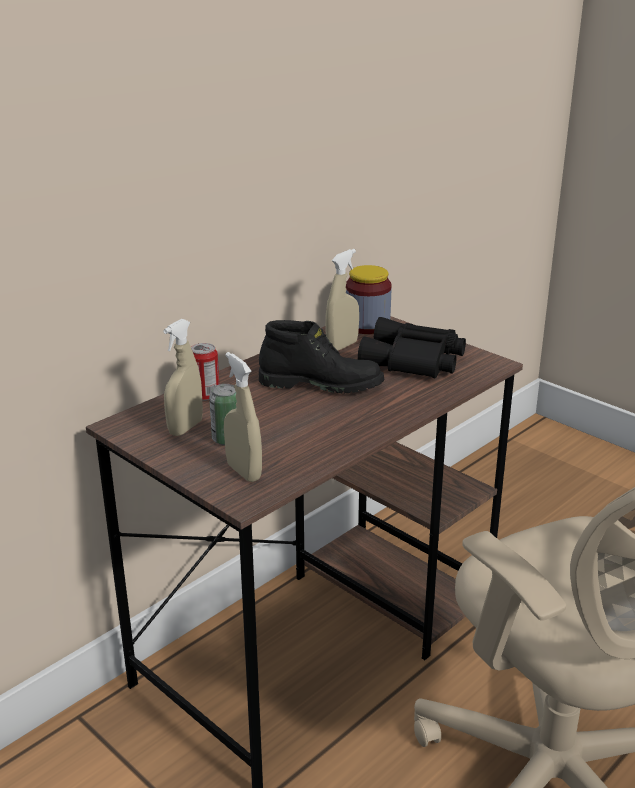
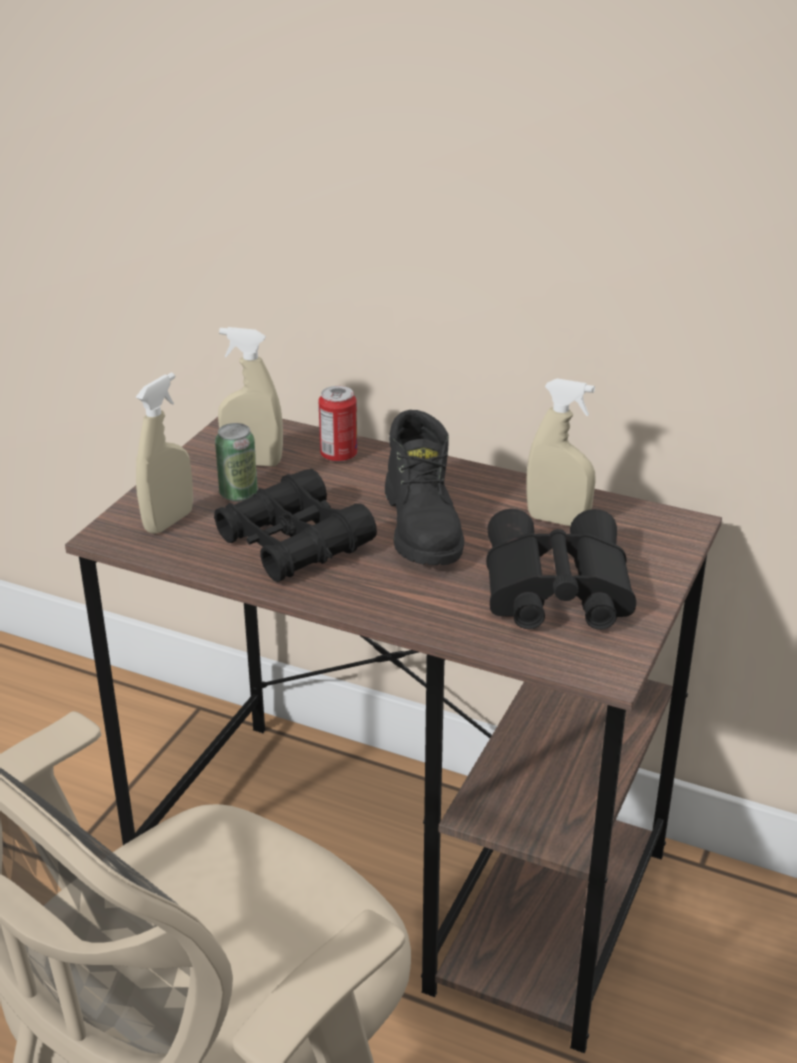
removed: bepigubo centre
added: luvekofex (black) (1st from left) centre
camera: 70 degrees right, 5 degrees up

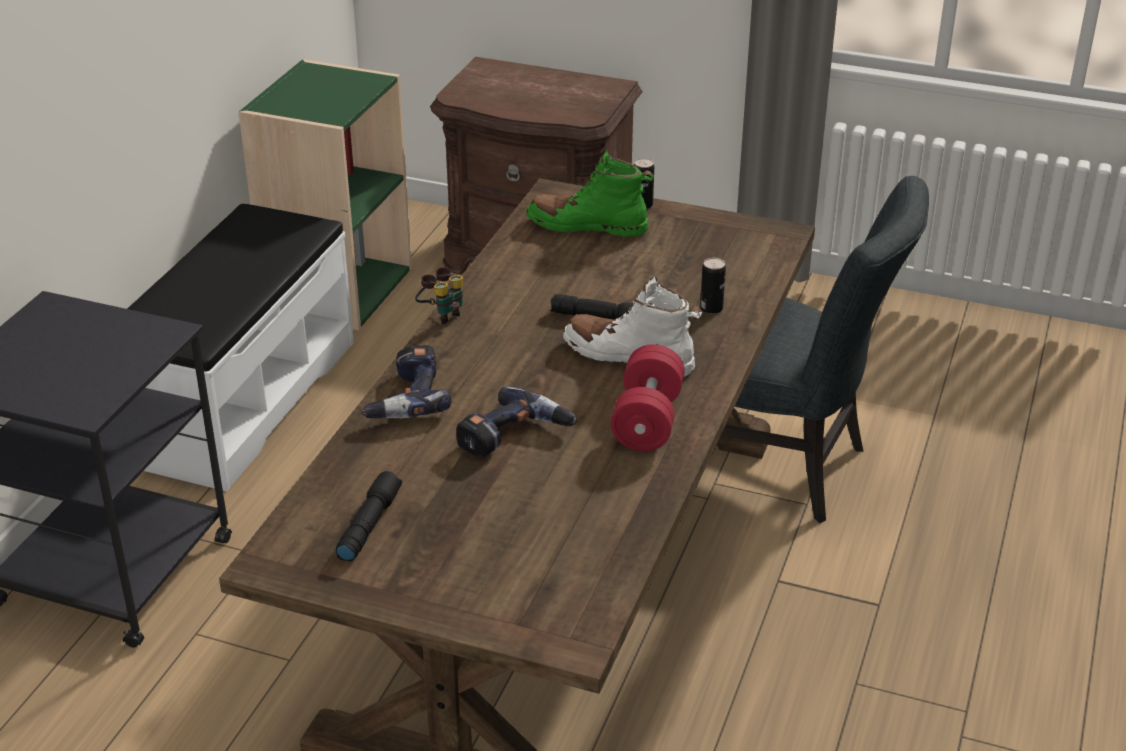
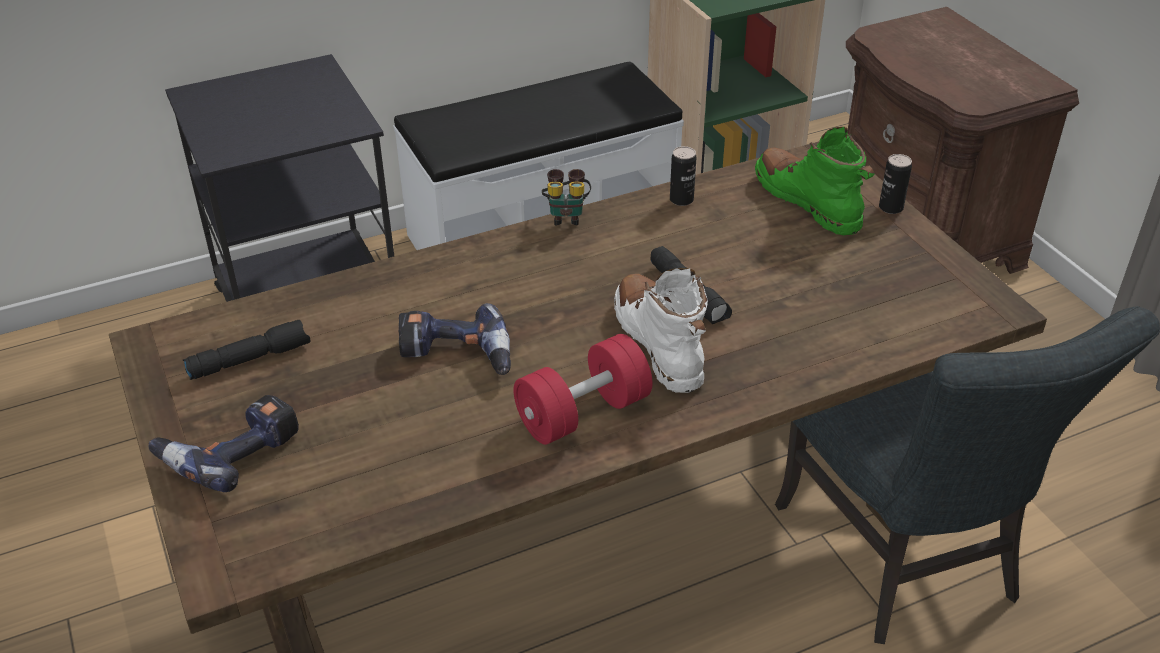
moved: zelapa (2nd from left in the first image) centre to zelapa (1st from left) top centre; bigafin (1st from left) centre to bottom left
camera: 45 degrees right, 5 degrees up

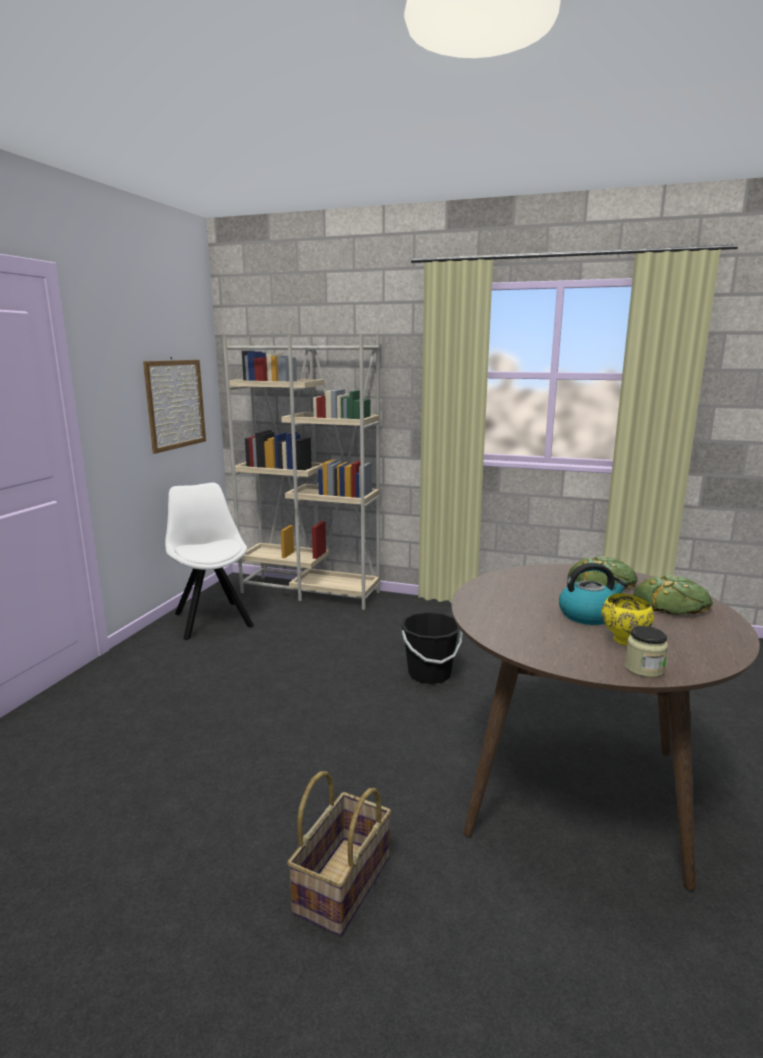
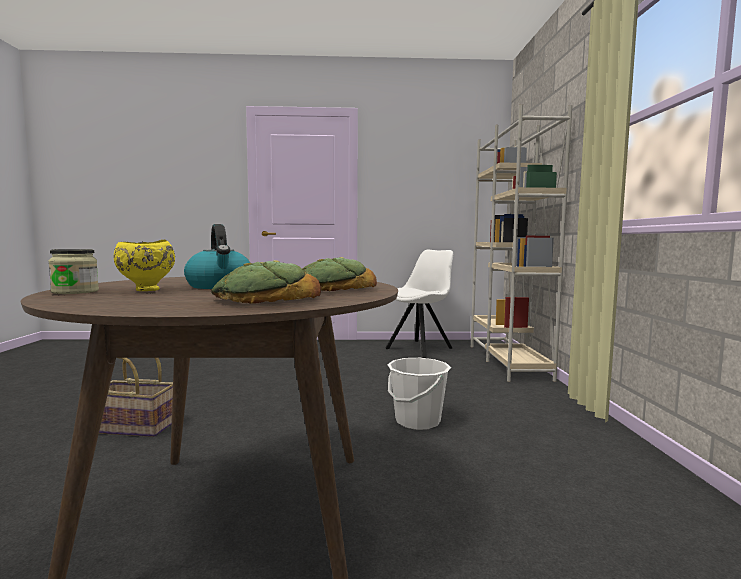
removed: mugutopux middle left
recoloured: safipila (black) centre to safipila (white) bottom centre
camera: 70 degrees right, 10 degrees down

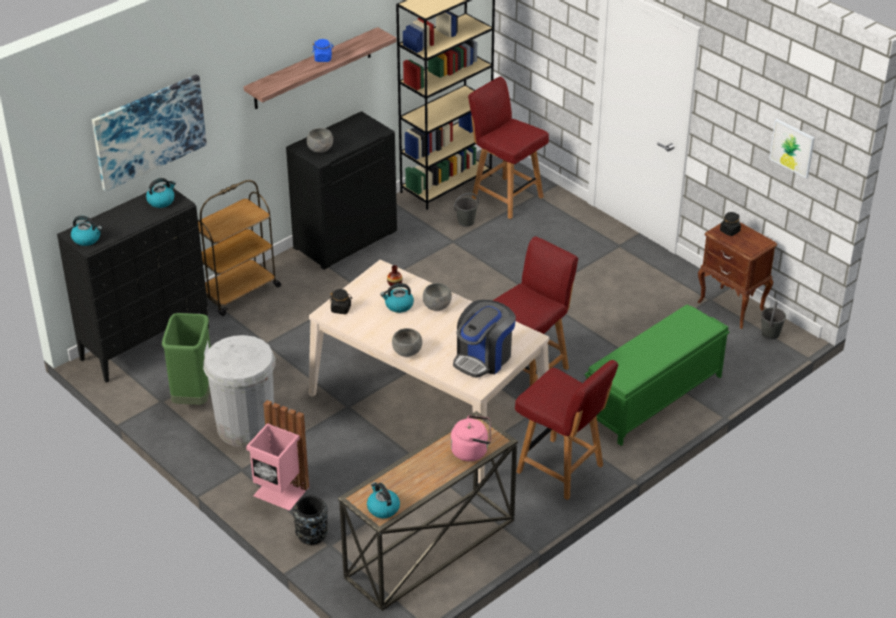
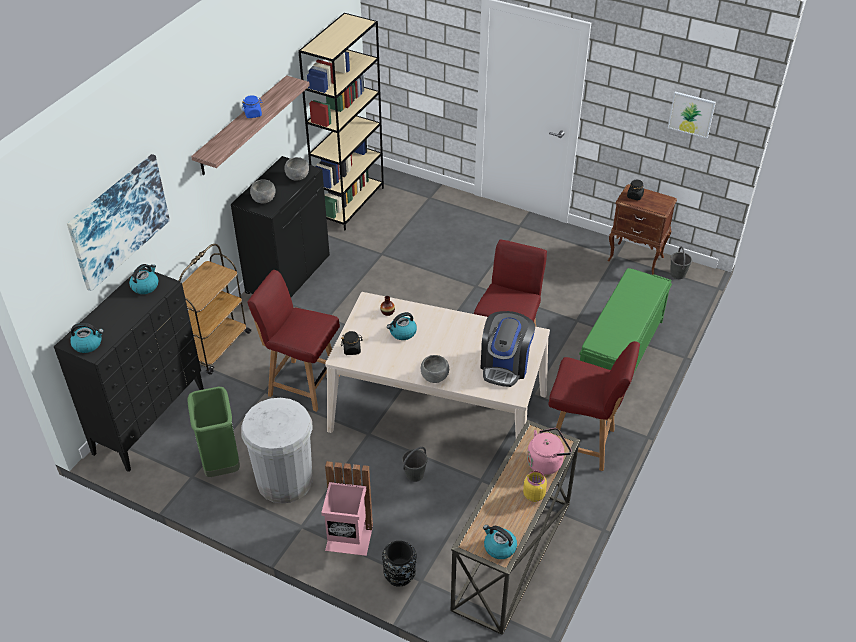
added: bepigubo (yellow) bottom centre
moved: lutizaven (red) (1st from left) top centre to centre; safipila (grey) (1st from left) centre to bottom centre; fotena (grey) (3rd from left in the first image) centre to fotena (grey) (2nd from left) top centre
camera: 20 degrees left, 5 degrees up

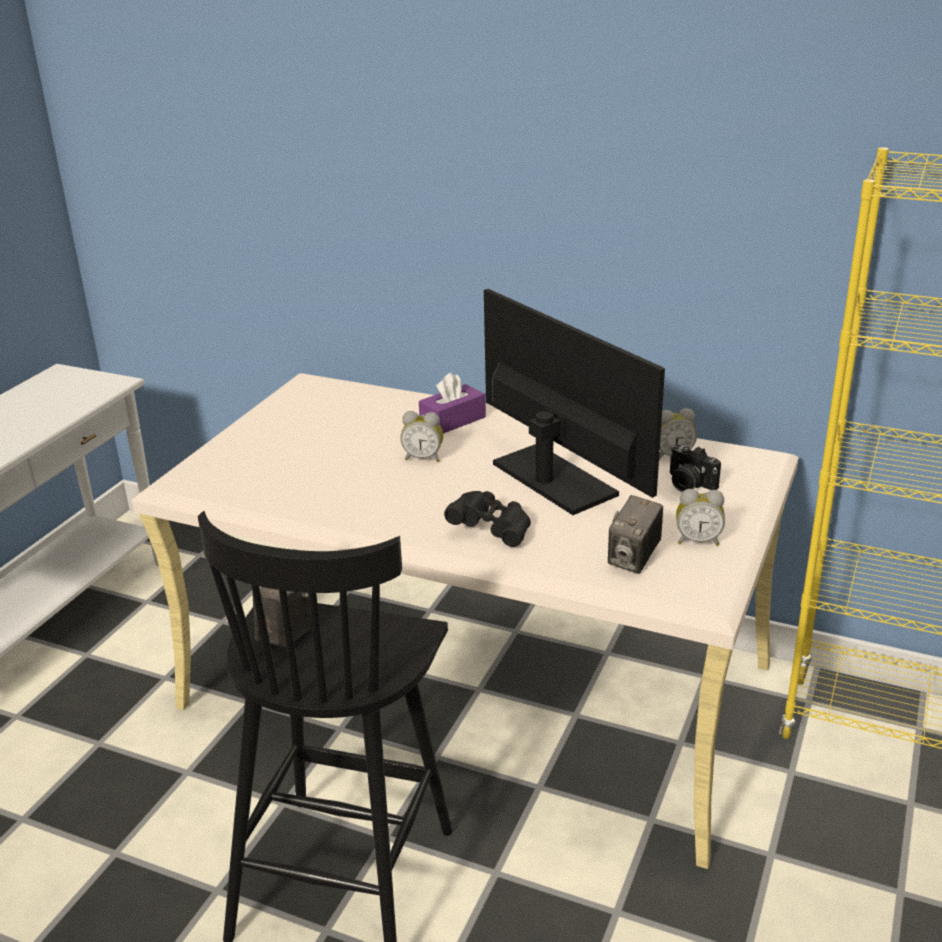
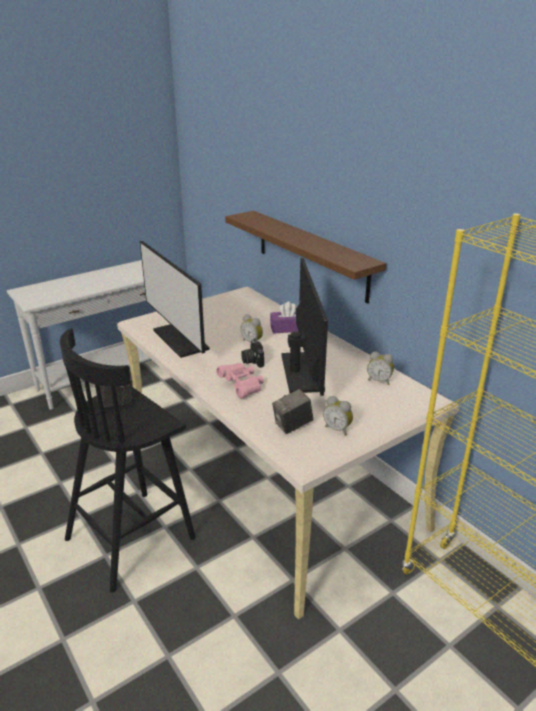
added: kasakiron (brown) centre; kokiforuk (1st from left) middle left
moved: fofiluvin (3rd from left in the first image) middle right to fofiluvin (2nd from left) centre
recoloured: luvekofex (black) centre to luvekofex (pink) centre
camera: 30 degrees right, 0 degrees up

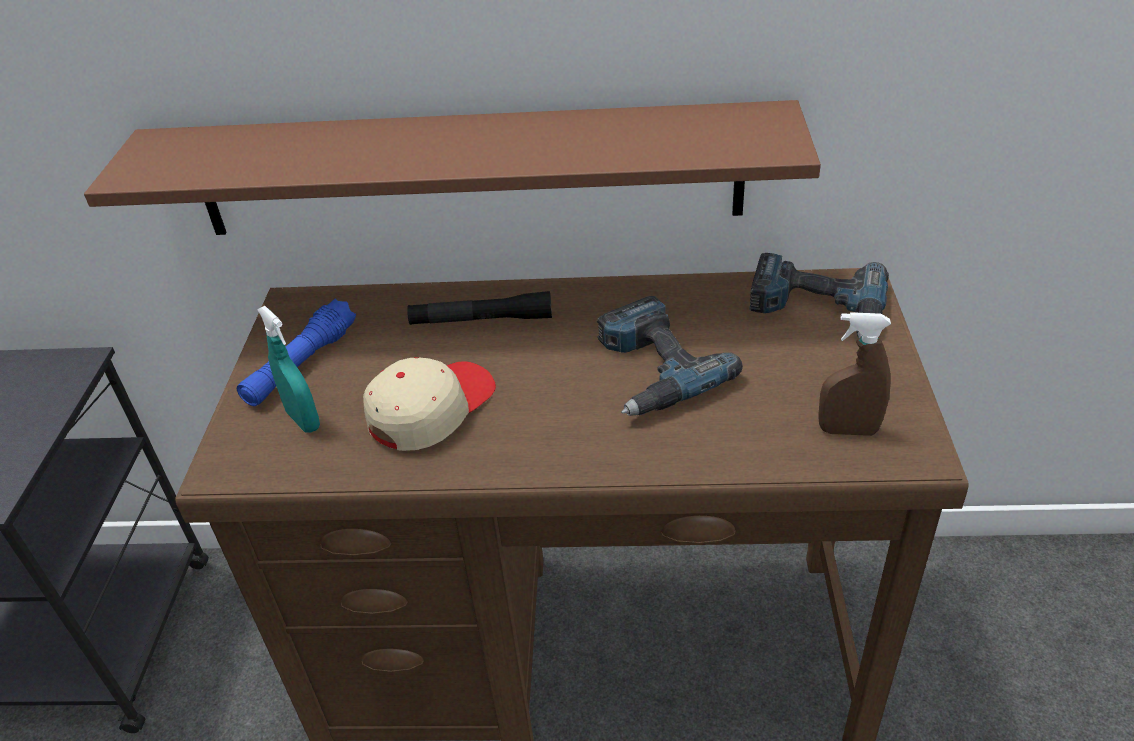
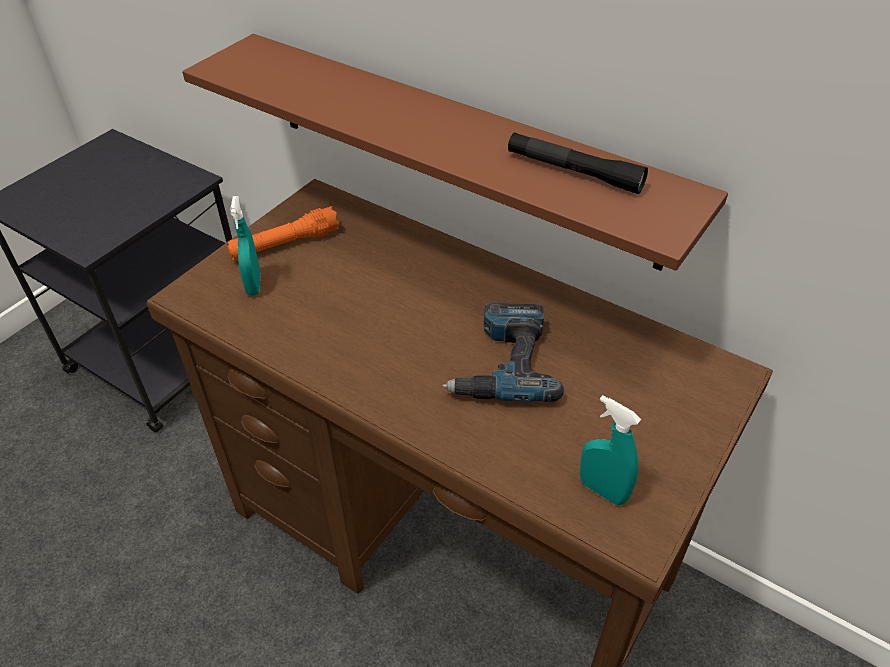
removed: bigafin (2nd from left) middle right; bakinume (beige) centre
moved: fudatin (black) centre to top centre
recoloured: fudatin (blue) middle left to fudatin (orange) middle left; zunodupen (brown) middle right to zunodupen (turquoise) (2nd from left) bottom right
camera: 30 degrees right, 5 degrees up

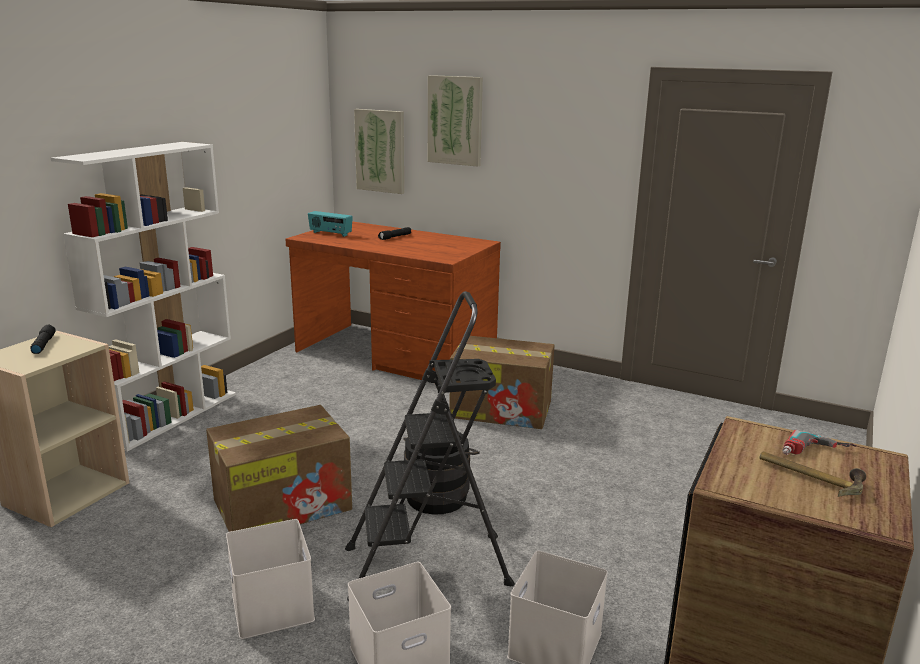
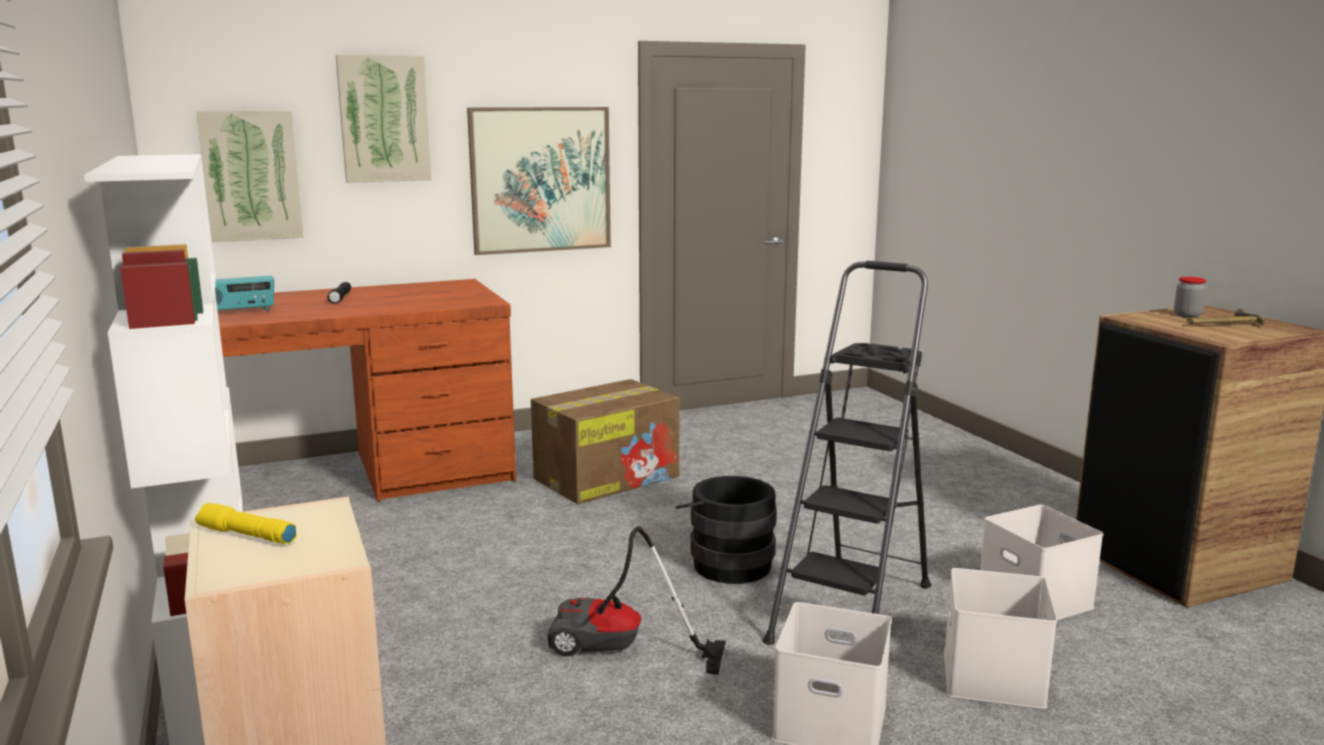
added: mugutopux (3rd from left) top centre
replaced: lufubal (1st from left) bottom left to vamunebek bottom centre; bigafin middle right to bepigubo middle right
recoloured: fudatin (black) (1st from left) middle left to fudatin (yellow) bottom left
camera: 50 degrees left, 5 degrees down

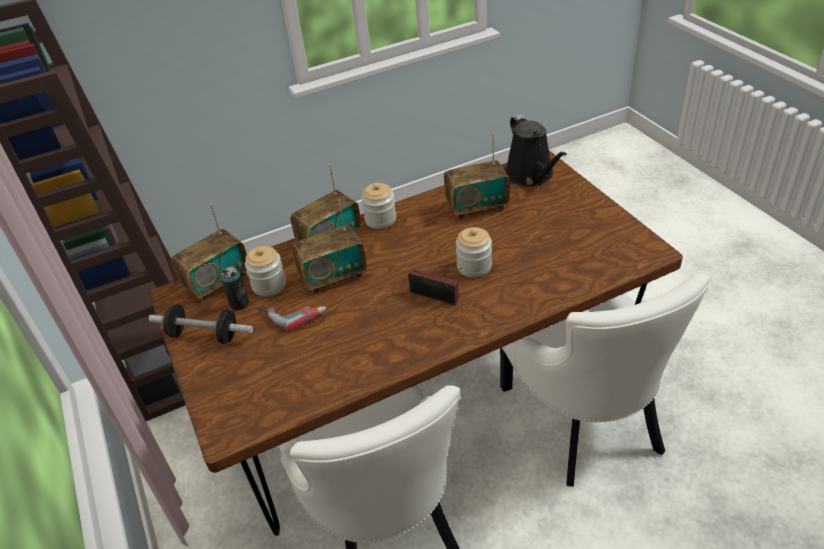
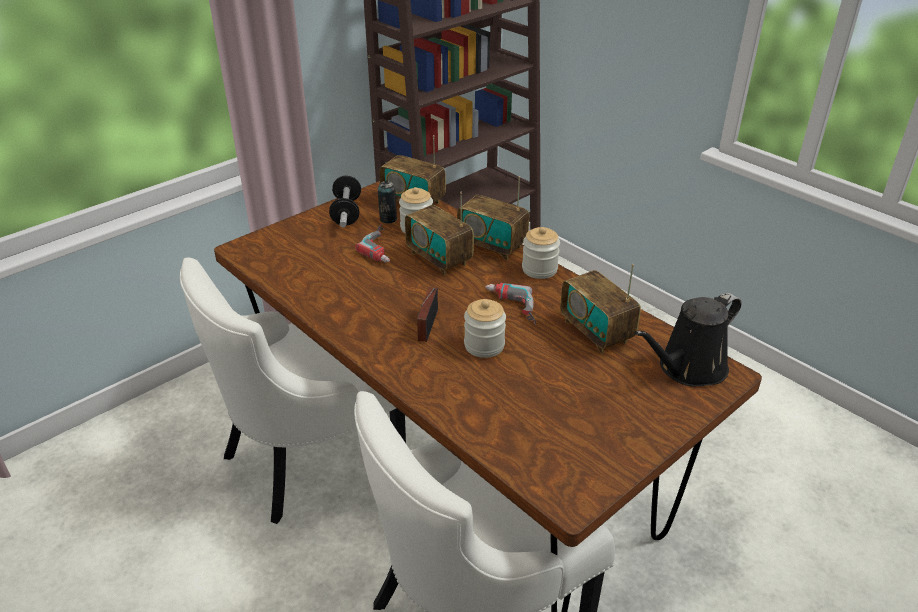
added: bigafin (2nd from left) centre
camera: 70 degrees right, 5 degrees down

